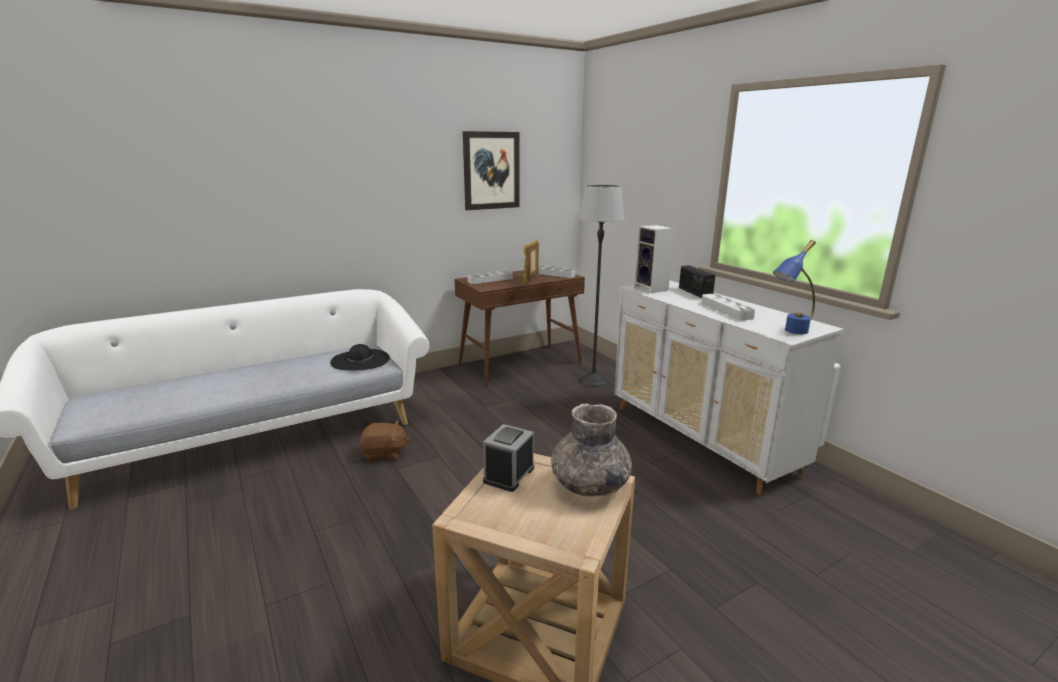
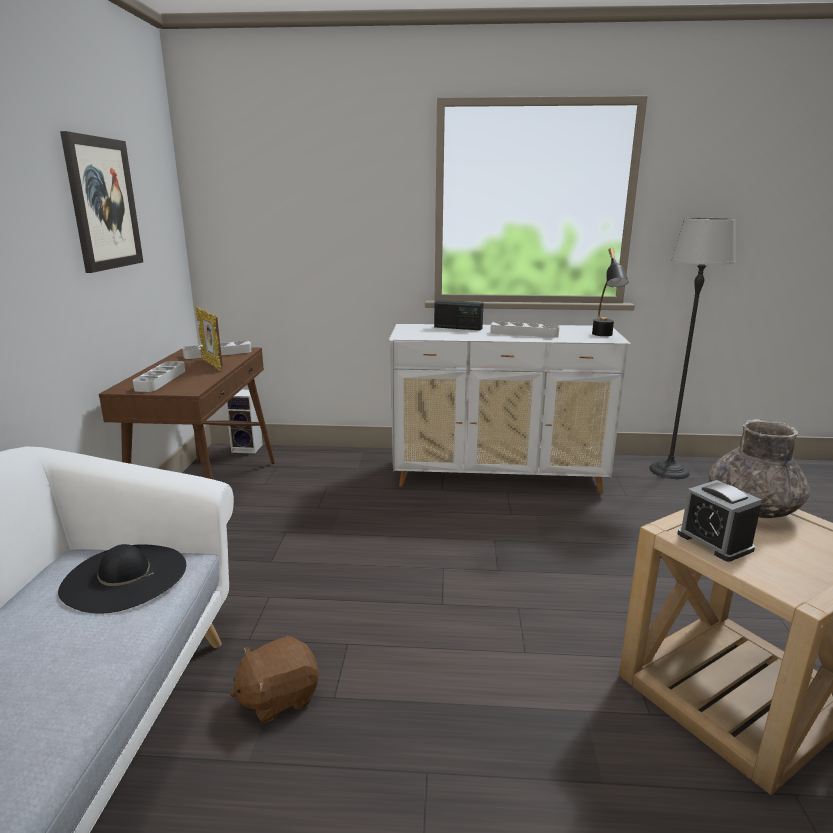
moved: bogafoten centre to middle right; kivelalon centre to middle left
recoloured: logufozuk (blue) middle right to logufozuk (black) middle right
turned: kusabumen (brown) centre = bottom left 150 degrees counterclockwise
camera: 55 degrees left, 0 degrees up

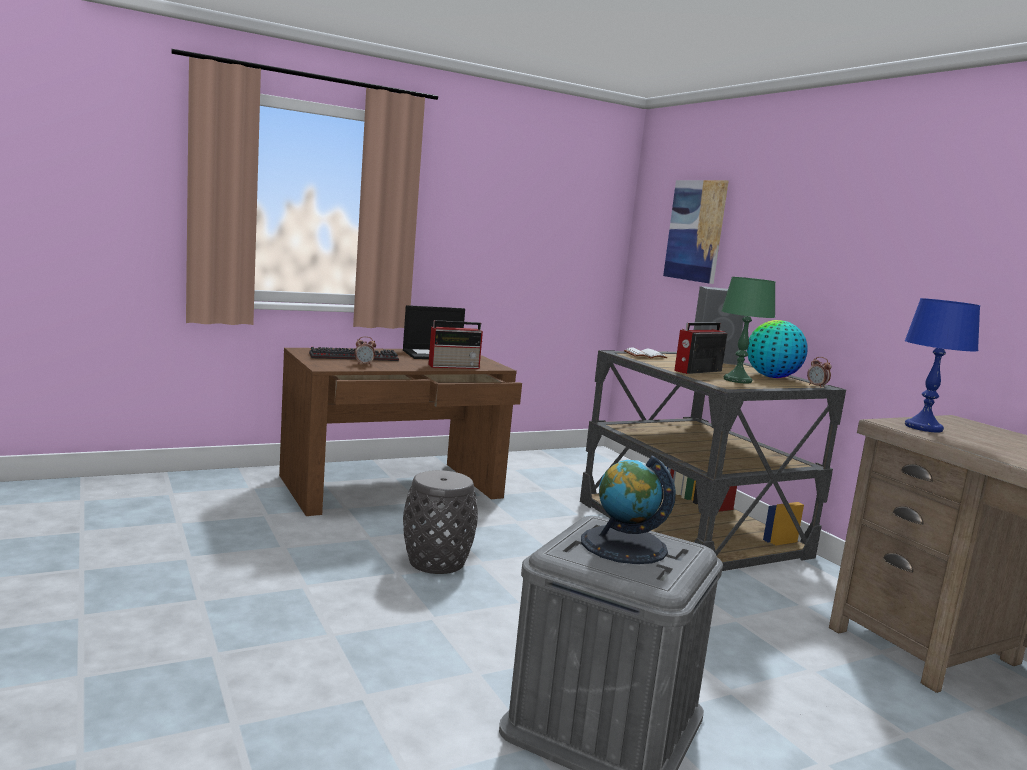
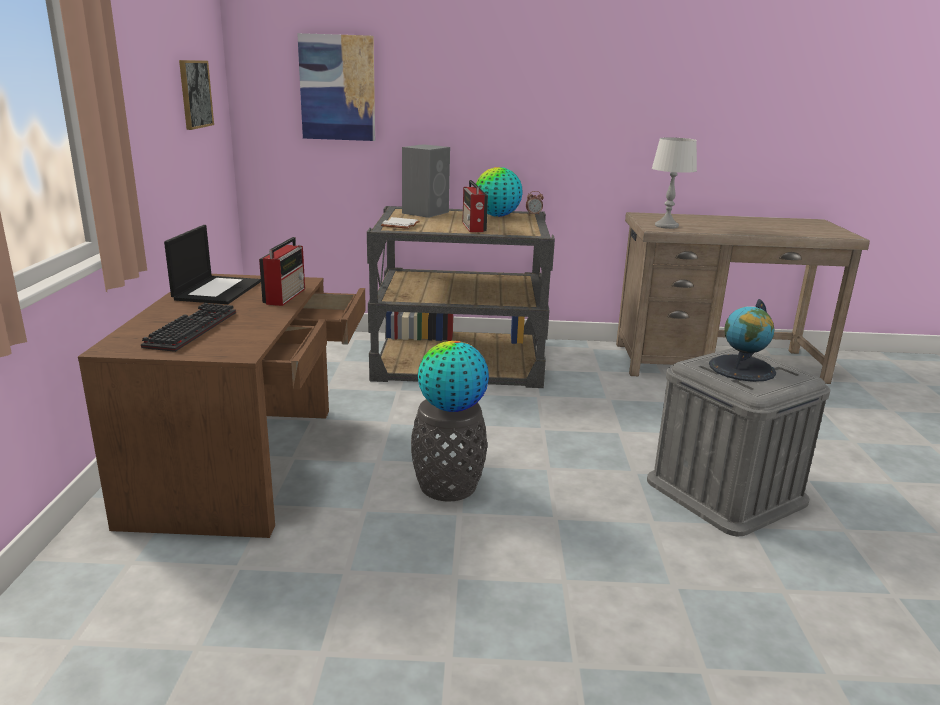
removed: logufozuk (green) middle right; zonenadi (1st from left) centre
added: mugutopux (1st from left) top left; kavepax (1st from left) centre
recoloured: logufozuk (blue) middle right to logufozuk (grey) top right
camera: 60 degrees left, 10 degrees up

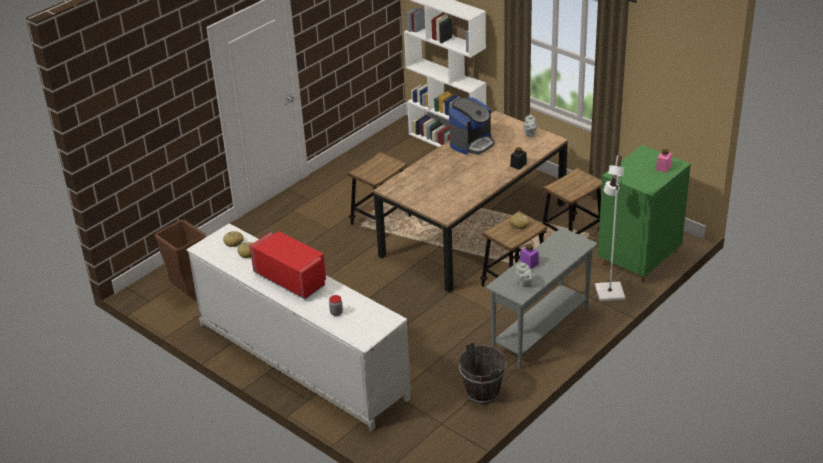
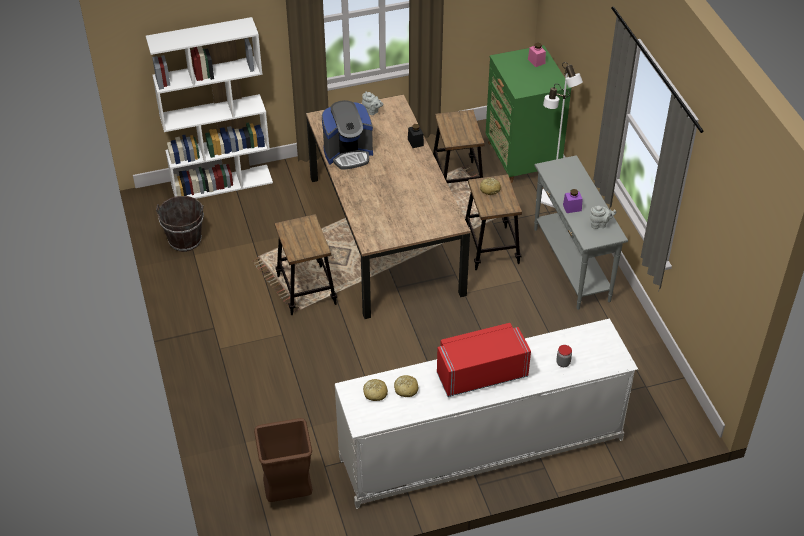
moved: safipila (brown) bottom centre to middle left
turned: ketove top centre = top centre 90 degrees clockwise
camera: 60 degrees left, 10 degrees up

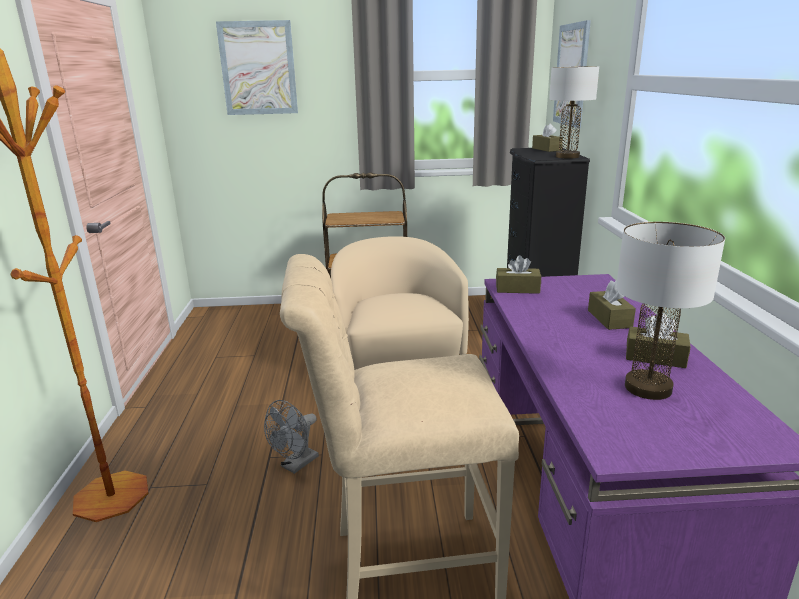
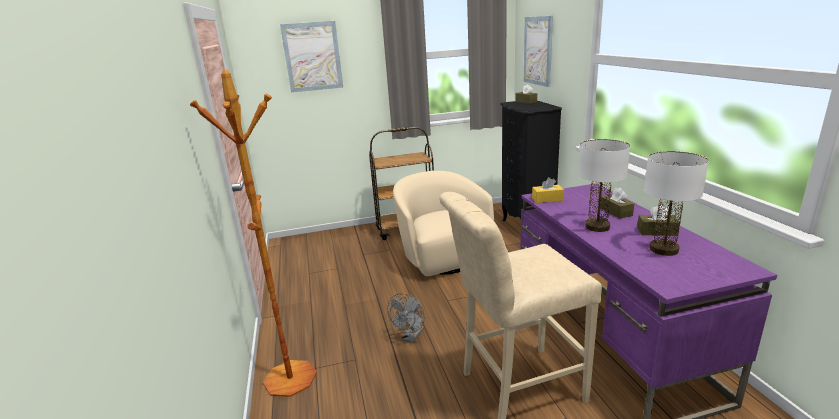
moved: logufozuk (1st from left) top right to middle right
recoloured: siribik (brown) (1st from left) centre to siribik (yellow) centre
camera: 10 degrees left, 0 degrees up

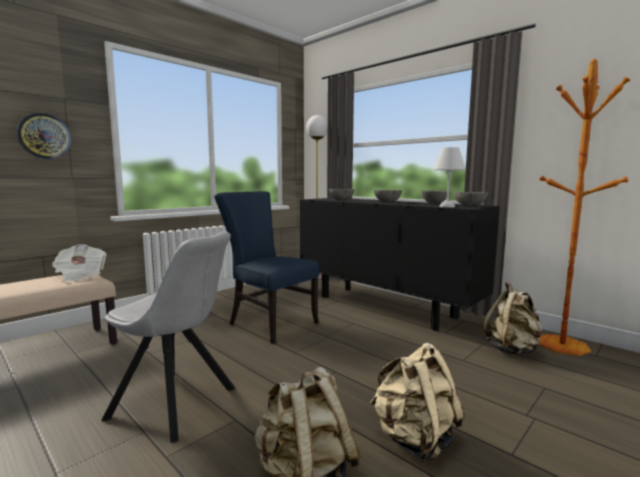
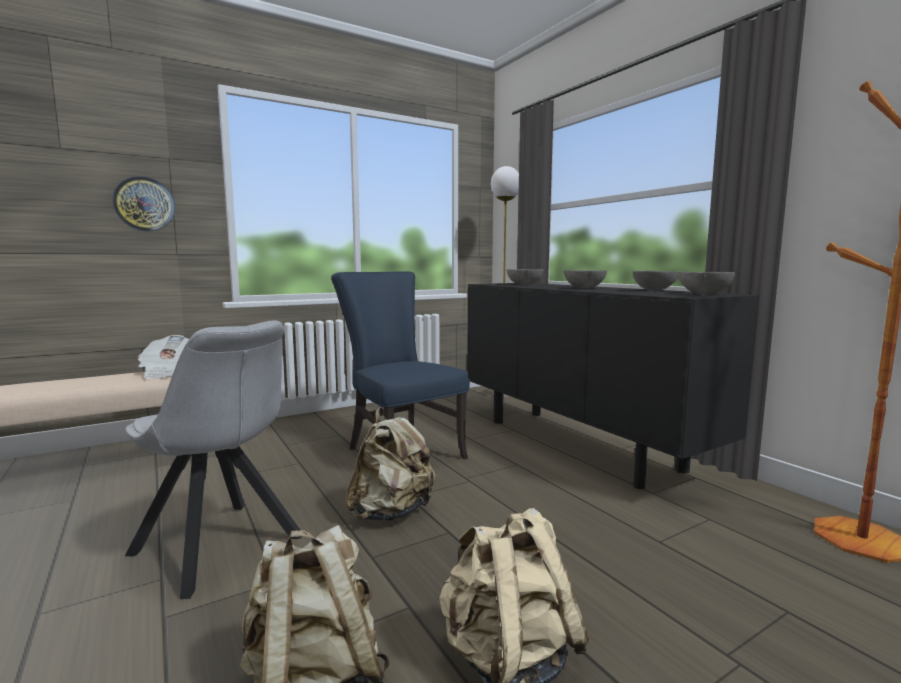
removed: logufozuk (white) middle right
moved: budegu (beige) (3rd from left in the first image) bottom right to budegu (beige) (2nd from left) bottom centre
camera: 15 degrees right, 0 degrees up

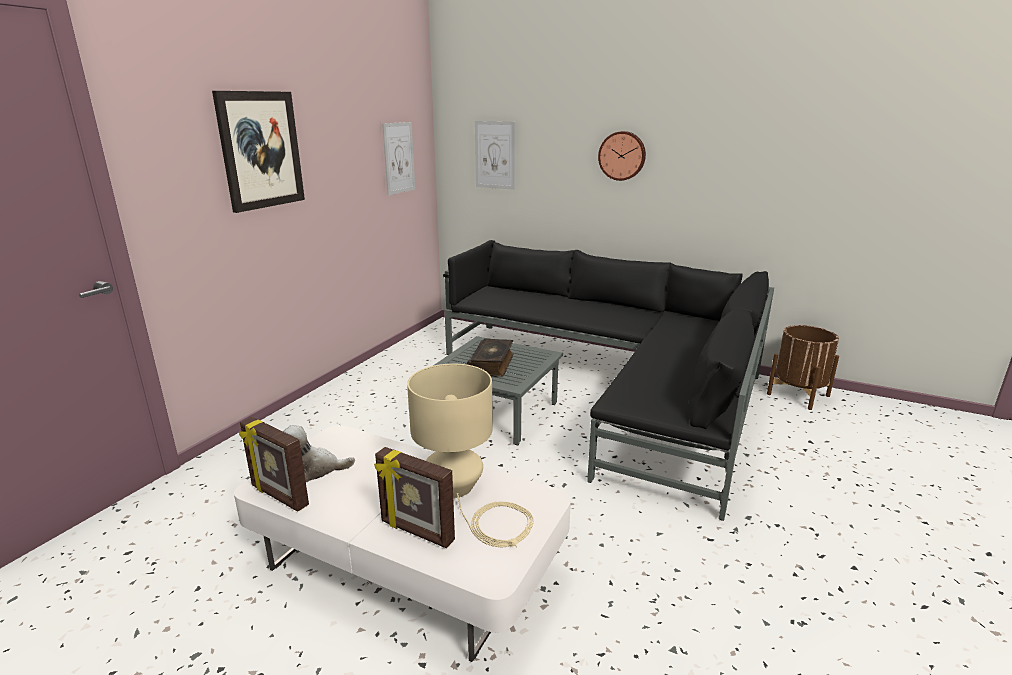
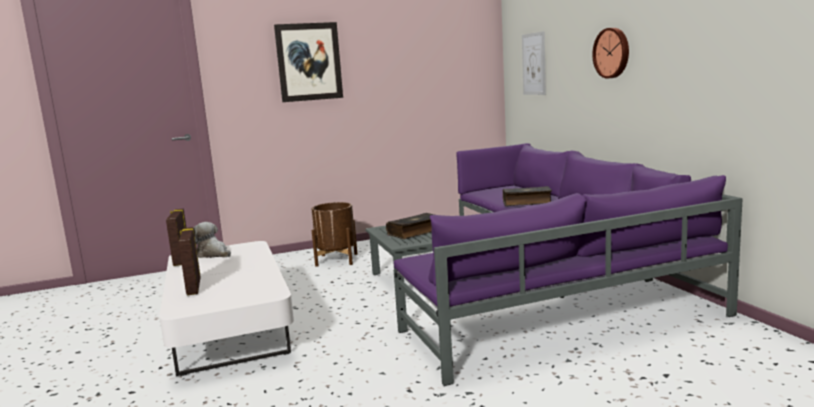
removed: mugutopux (2nd from left) top centre; logufozuk (beige) bottom centre
added: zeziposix (2nd from left) centre
moved: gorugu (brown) middle right to centre
recoloured: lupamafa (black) centre to lupamafa (purple) middle right
camera: 45 degrees right, 10 degrees down

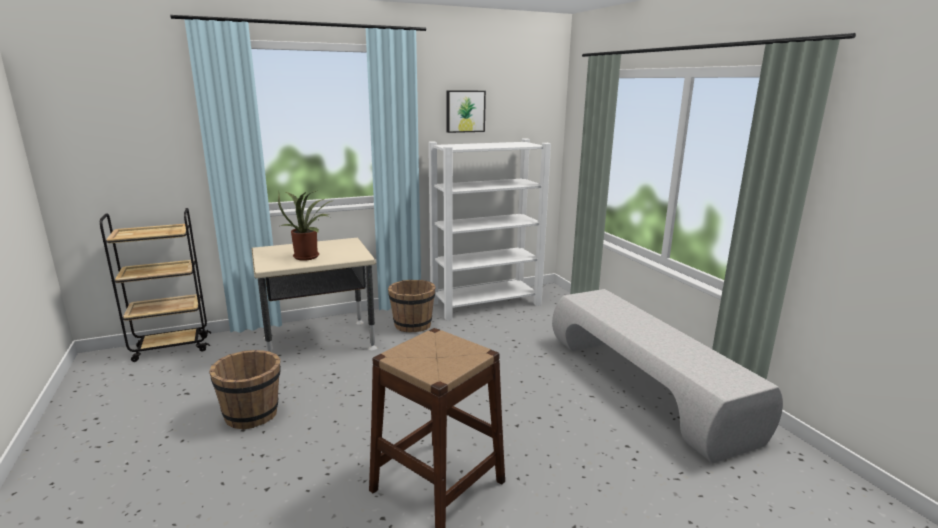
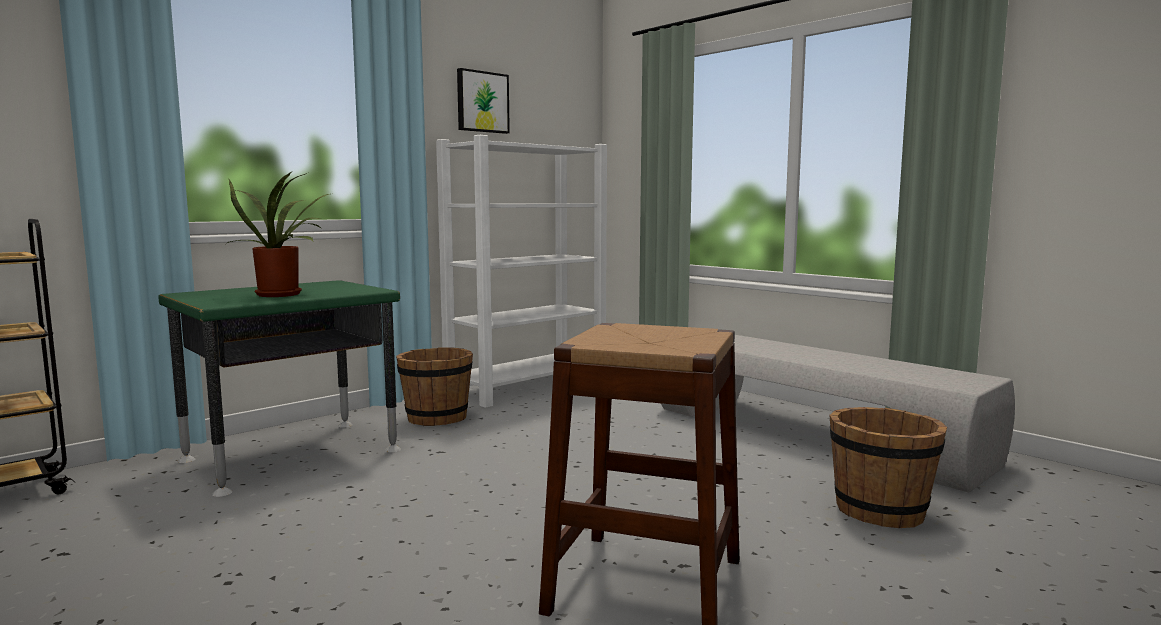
moved: safipila (brown) (1st from left in the first image) bottom left to safipila (brown) (2nd from left) bottom right
recoloured: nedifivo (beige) centre to nedifivo (green) middle left
camera: 20 degrees left, 10 degrees down

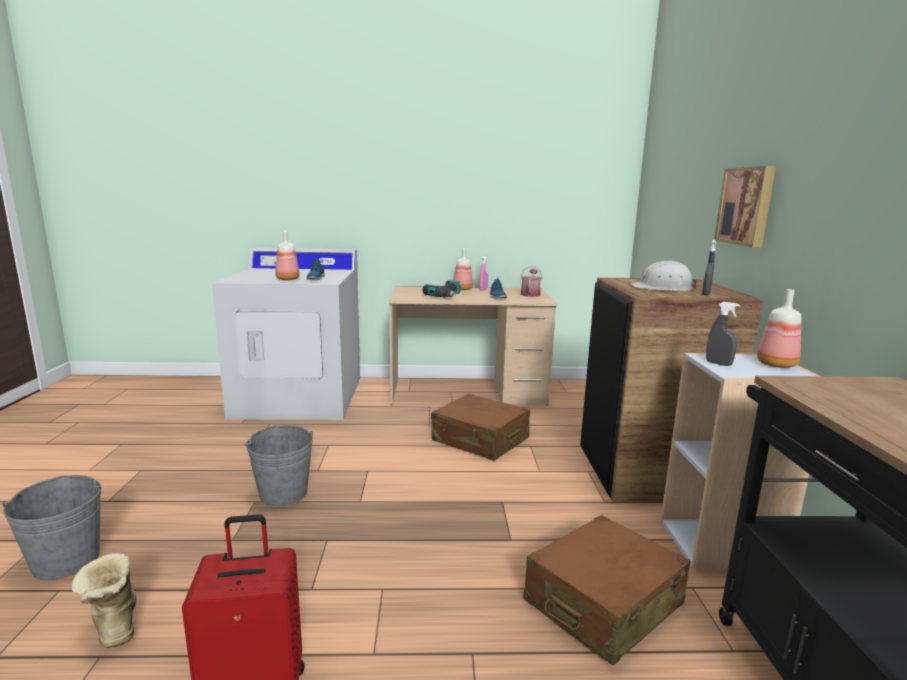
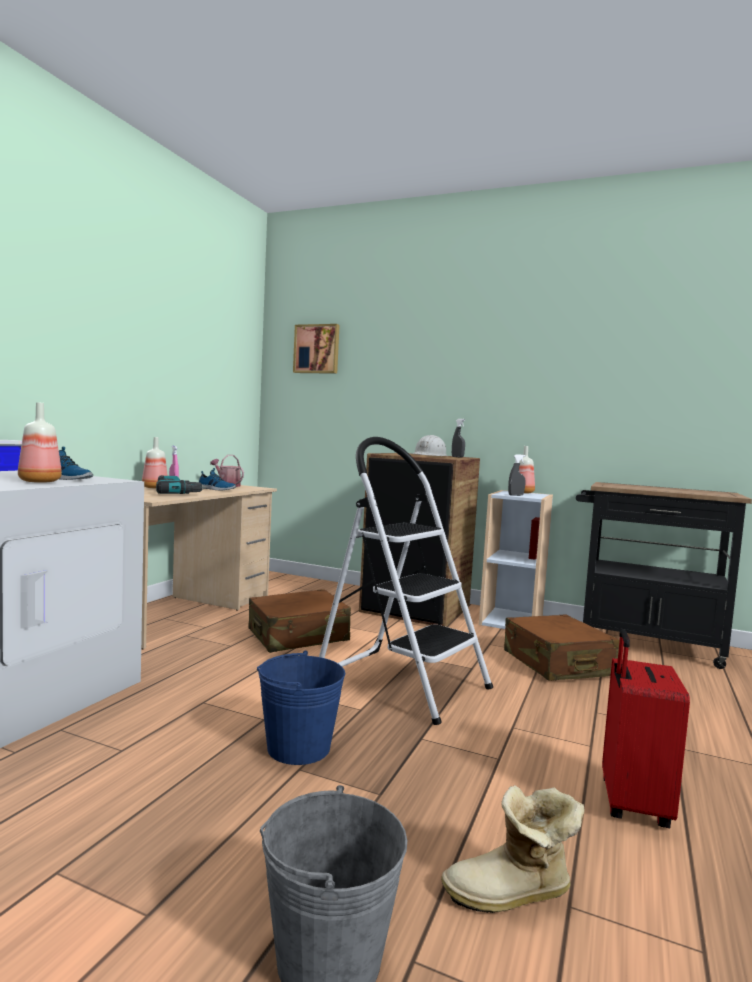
added: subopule centre
moved: mugutopux top right to centre
recoloured: safipila (grey) (2nd from left) bottom left to safipila (blue) bottom centre
camera: 65 degrees left, 10 degrees down

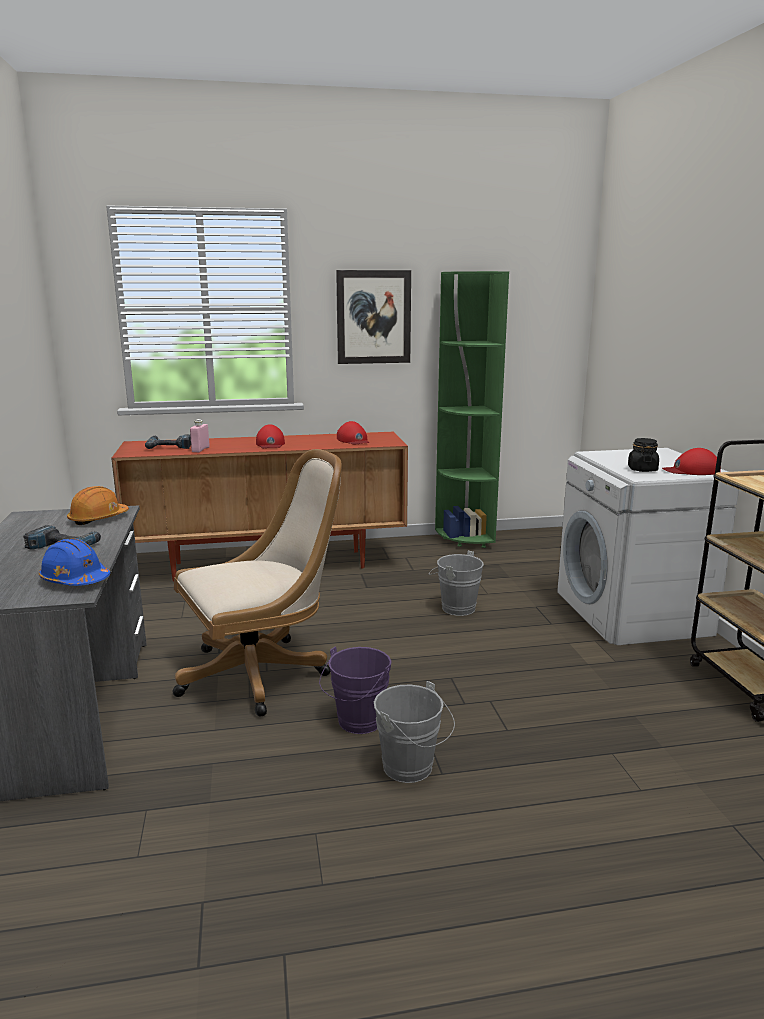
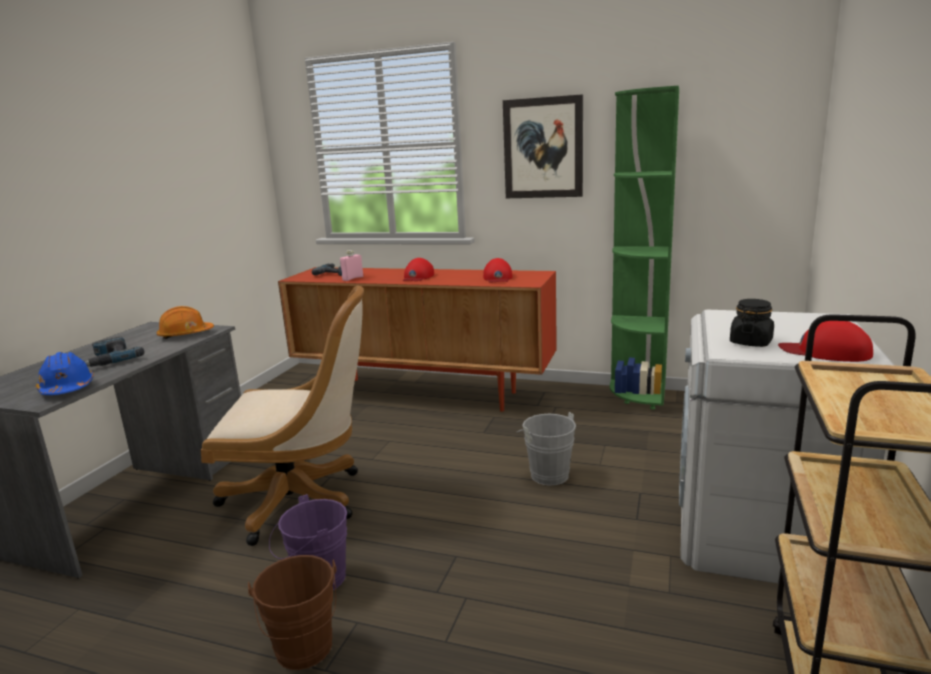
recoloured: safipila (grey) (1st from left) bottom centre to safipila (brown) bottom left
camera: 30 degrees right, 0 degrees up

